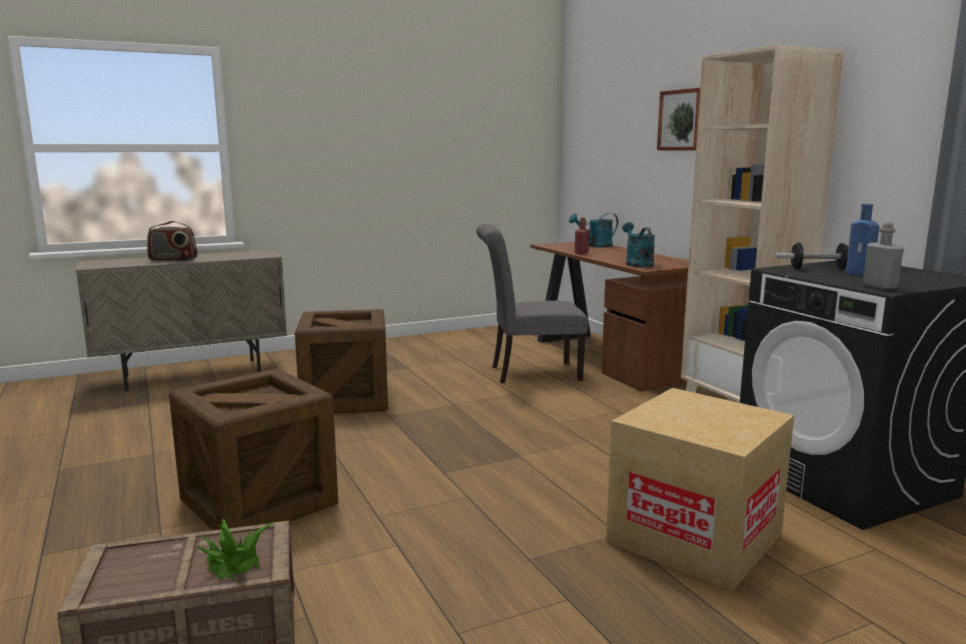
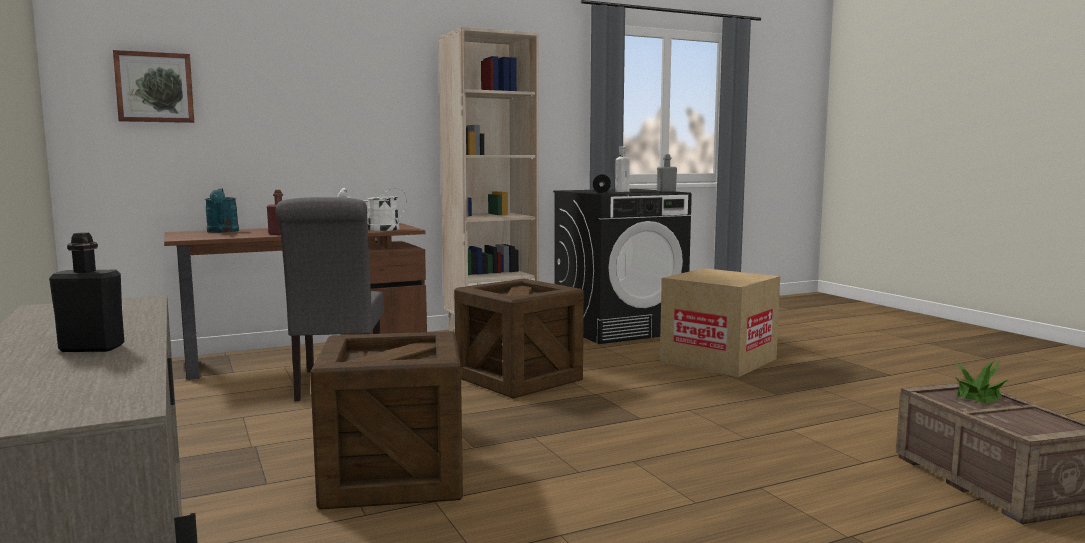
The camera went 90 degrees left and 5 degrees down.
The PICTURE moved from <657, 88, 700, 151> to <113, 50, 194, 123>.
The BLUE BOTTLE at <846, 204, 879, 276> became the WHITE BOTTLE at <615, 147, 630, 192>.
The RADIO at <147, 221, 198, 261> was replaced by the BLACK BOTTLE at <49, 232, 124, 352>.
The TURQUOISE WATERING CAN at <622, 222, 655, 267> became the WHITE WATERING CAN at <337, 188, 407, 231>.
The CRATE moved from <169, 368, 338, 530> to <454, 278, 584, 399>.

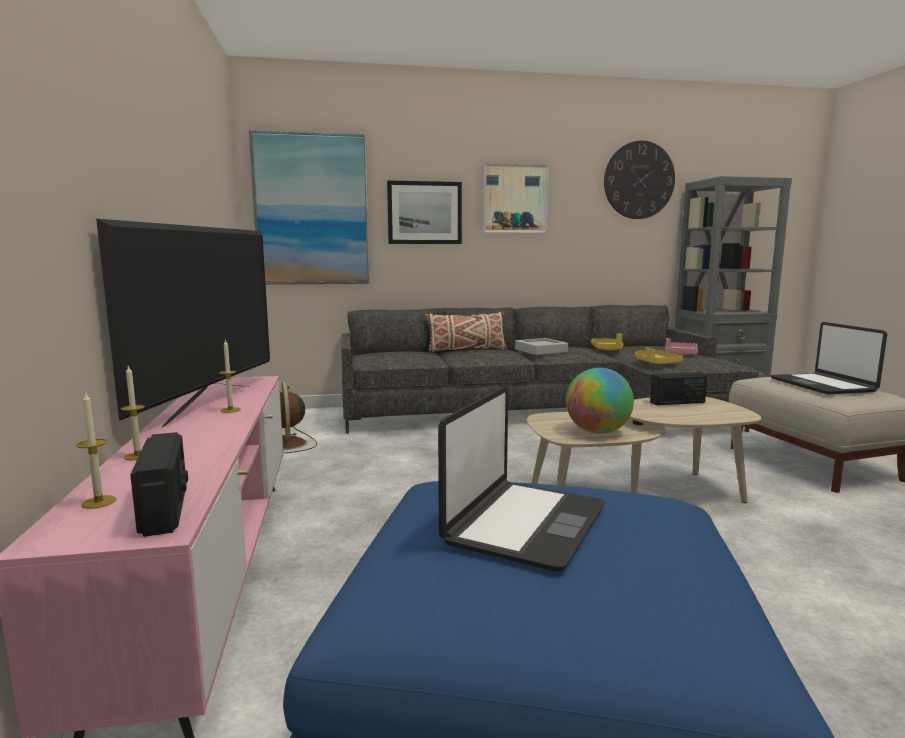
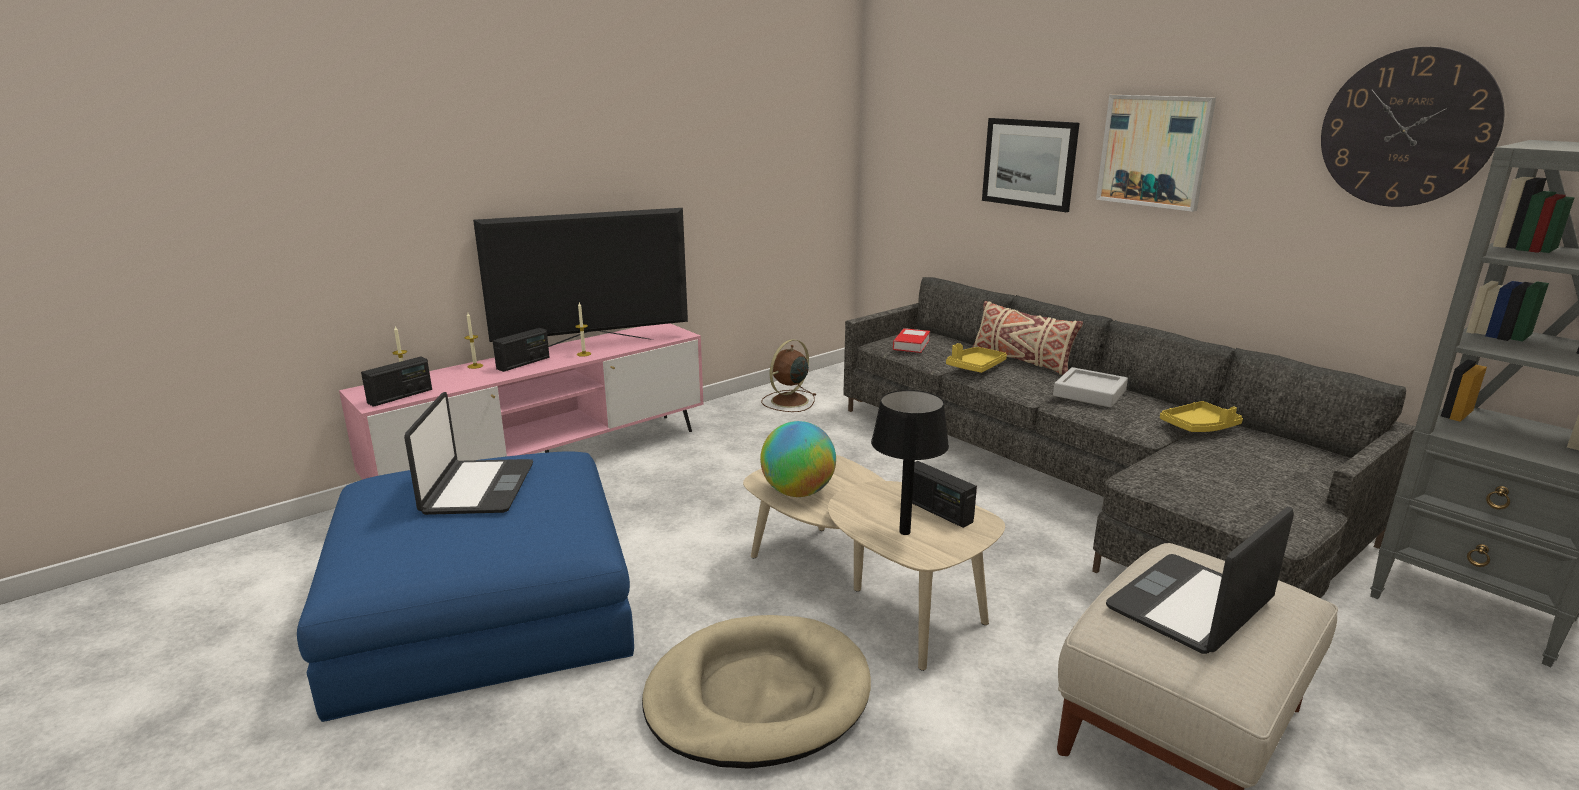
The camera went 60 degrees right and 10 degrees up.
The PICTURE at <249, 130, 370, 285> disappeared.
The PINK TRAY at <665, 338, 698, 355> disappeared.
The YELLOW TRAY moved from <635, 347, 683, 364> to <946, 343, 1007, 373>.
The LAPTOP at <438, 386, 605, 572> turned 90 degrees counterclockwise.
The RADIO at <493, 328, 550, 372> appeared.
The BOOK at <893, 328, 930, 353> appeared.
The BLACK TABLE LAMP at <871, 390, 949, 535> appeared.
The BEIGE DOG BED at <642, 615, 871, 769> appeared.

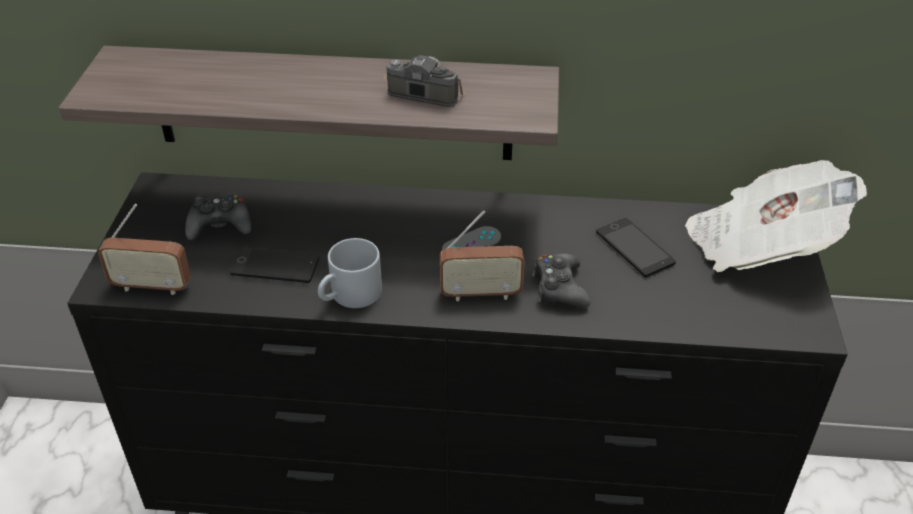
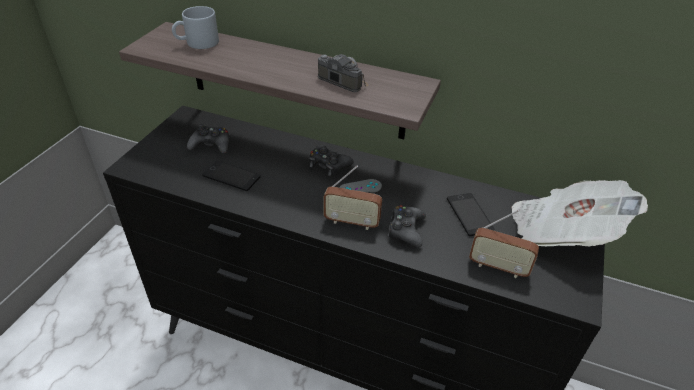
The camera went 15 degrees right and 0 degrees up.
The RADIO moved from <98, 204, 191, 295> to <469, 210, 539, 278>.
The GREY MUG moved from <318, 238, 382, 308> to <172, 6, 219, 49>.
The BLACK GAME CONTROLLER at <309, 145, 354, 176> appeared.

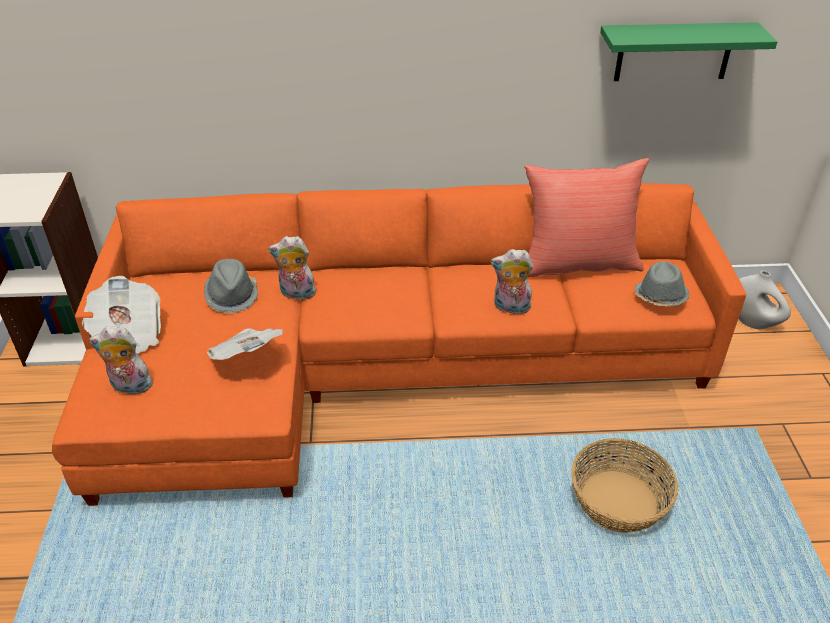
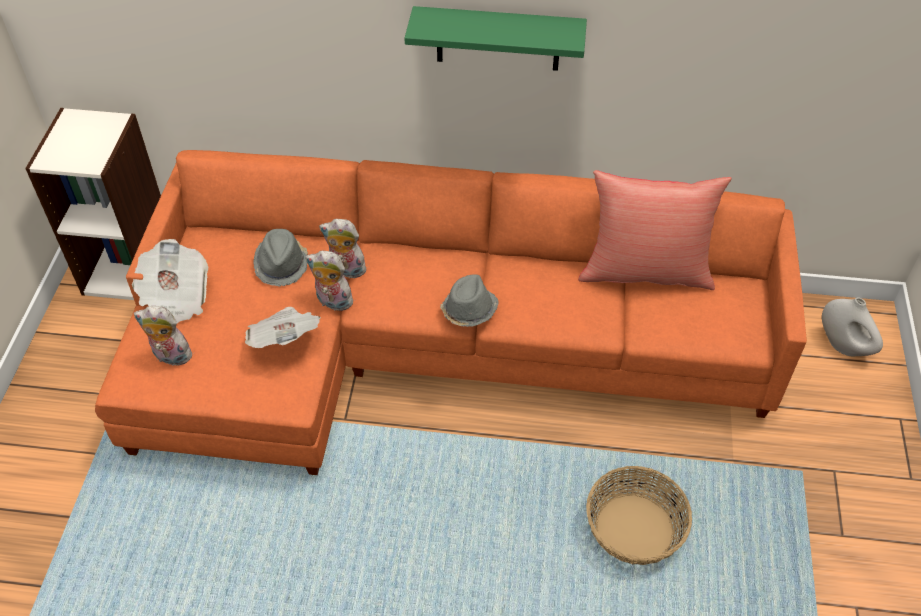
The camera went 10 degrees right and 10 degrees up.
The GREEN SHELF moved from <600, 22, 777, 81> to <404, 6, 587, 71>.
The PLUSH TOY moved from <491, 249, 533, 314> to <305, 251, 353, 313>.
The GREY HAT moved from <635, 261, 689, 306> to <440, 274, 499, 327>.

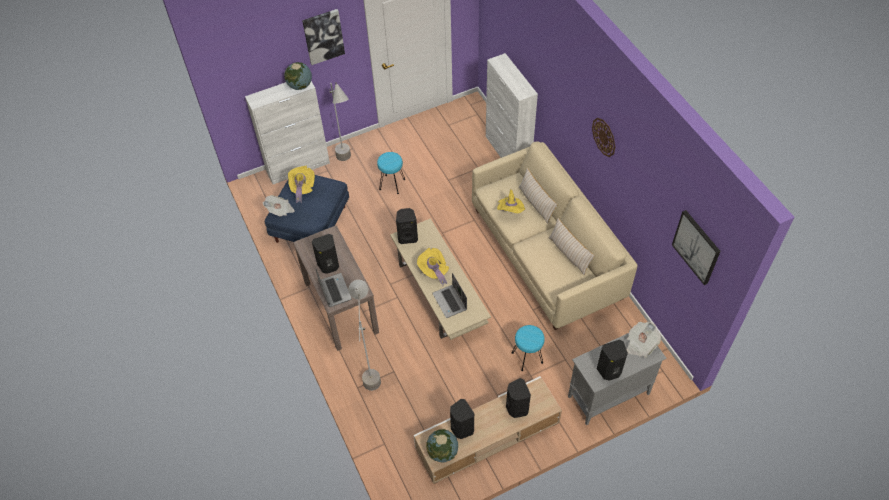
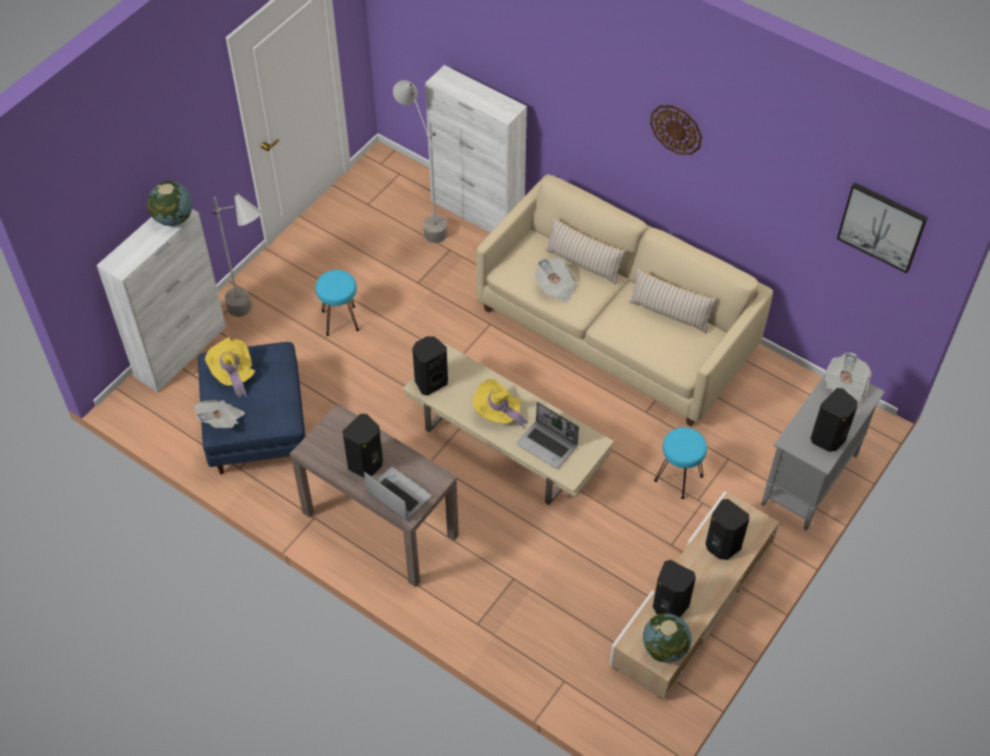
The camera went 30 degrees left and 0 degrees up.
The PICTURE at <302, 9, 345, 65> disappeared.
The YELLOW HAT at <497, 190, 525, 213> was replaced by the NEWSPAPER at <535, 257, 578, 303>.
The GREY FLOOR LAMP moved from <349, 280, 381, 391> to <393, 80, 447, 243>.

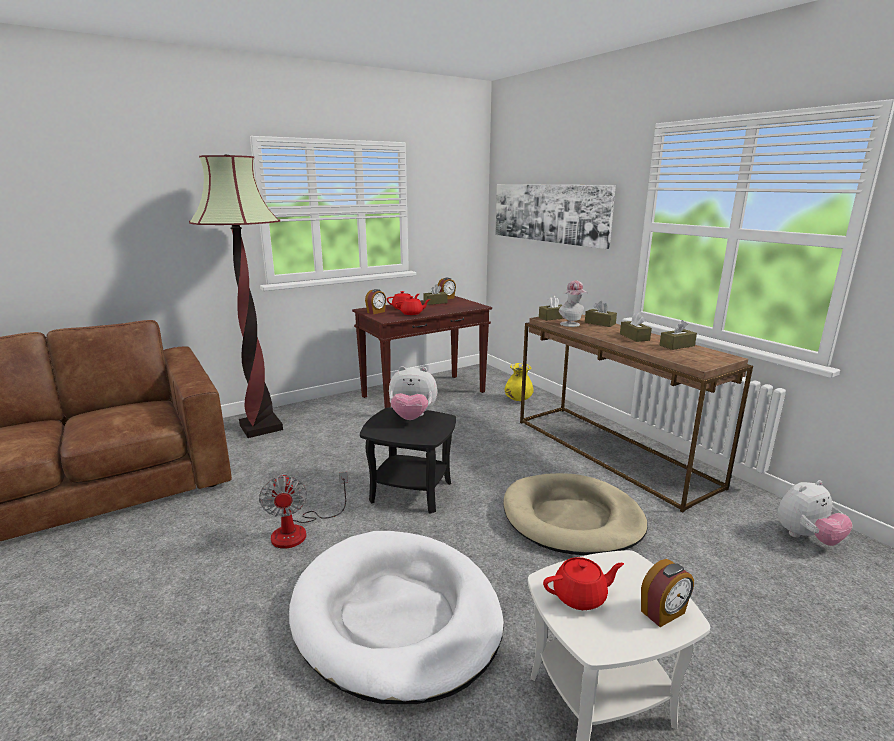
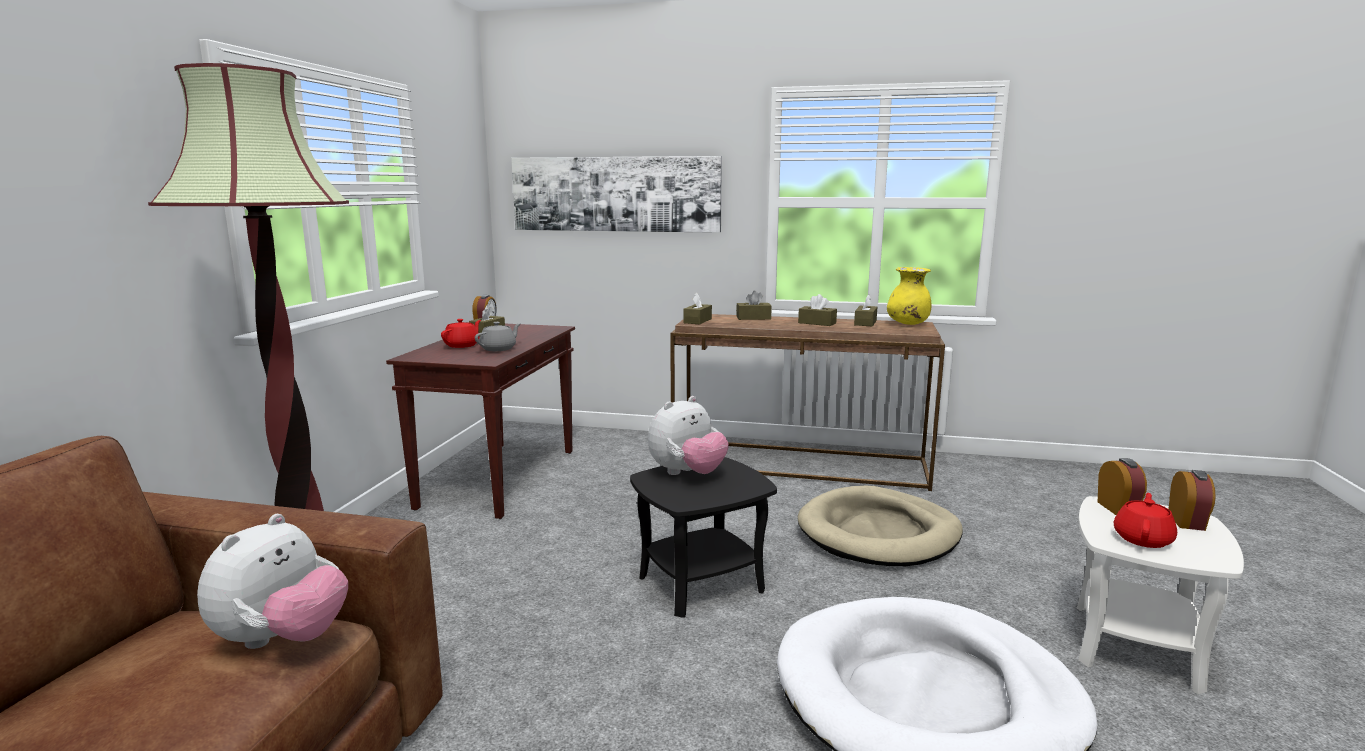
The camera went 45 degrees left and 5 degrees down.
The HAT at <559, 281, 588, 327> disappeared.
The ALARM CLOCK moved from <365, 289, 386, 314> to <1098, 458, 1147, 515>.
The RED TEAPOT at <395, 296, 431, 315> became the GREY TEAPOT at <475, 322, 521, 351>.
The YELLOW VASE moved from <505, 363, 534, 401> to <887, 267, 931, 325>.
The FAN at <259, 472, 348, 549> disappeared.
The PLUSH TOY moved from <777, 480, 852, 546> to <197, 514, 348, 649>.

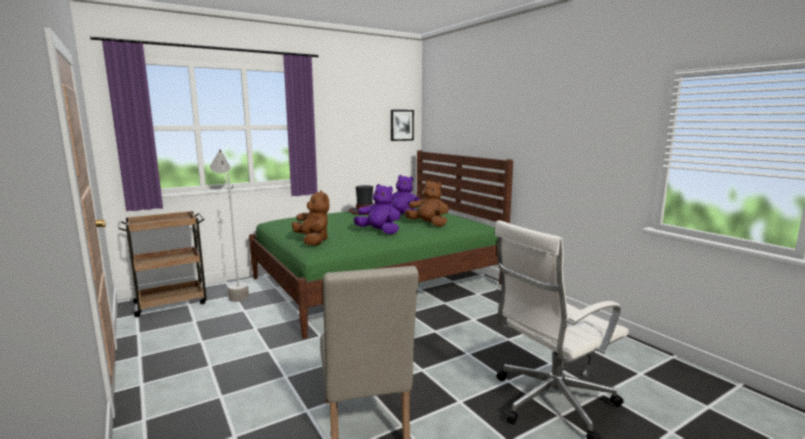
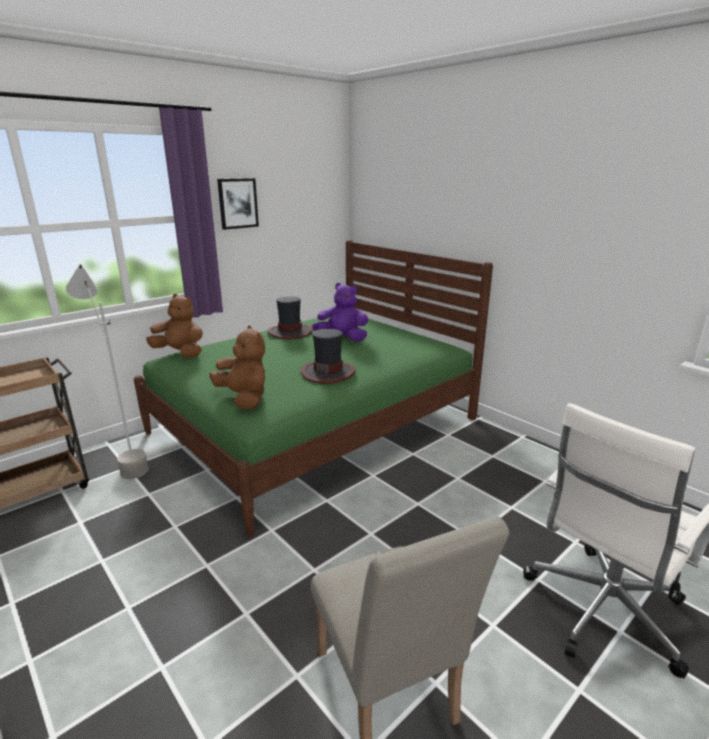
The camera went 10 degrees left and 10 degrees up.
The PICTURE moved from <391, 110, 414, 141> to <217, 178, 259, 230>.
The BROWN PLUSH TOY moved from <405, 180, 449, 227> to <146, 294, 203, 358>.
The PURPLE PLUSH TOY at <354, 184, 401, 234> was replaced by the HAT at <301, 329, 356, 384>.

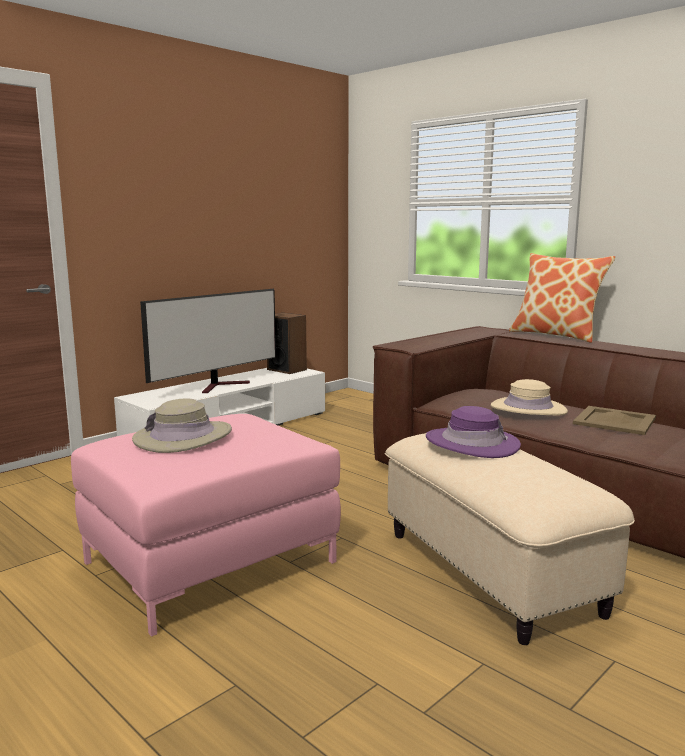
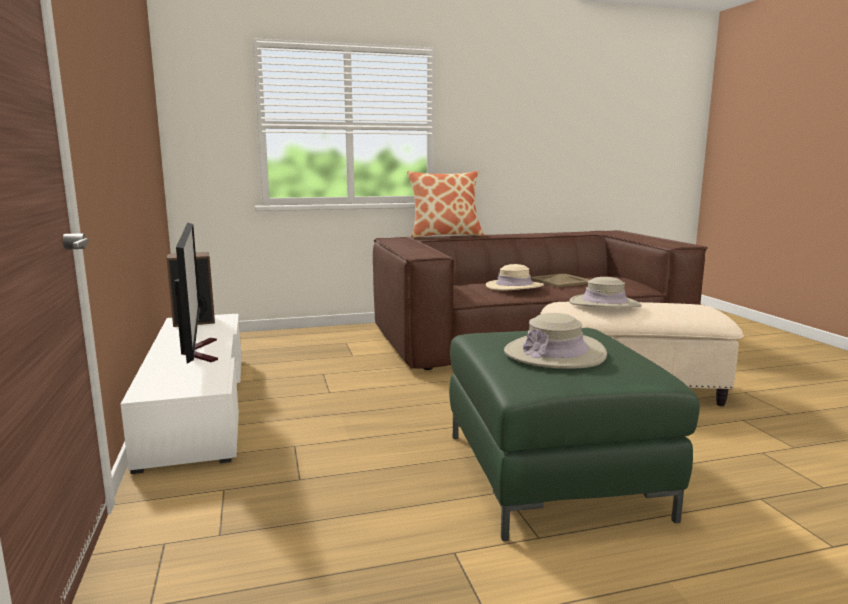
The camera went 60 degrees left and 0 degrees up.
The PURPLE HAT at <426, 406, 521, 458> became the BEIGE HAT at <569, 277, 642, 308>.
The PINK OTTOMAN at <71, 414, 341, 637> became the GREEN OTTOMAN at <449, 328, 700, 541>.

